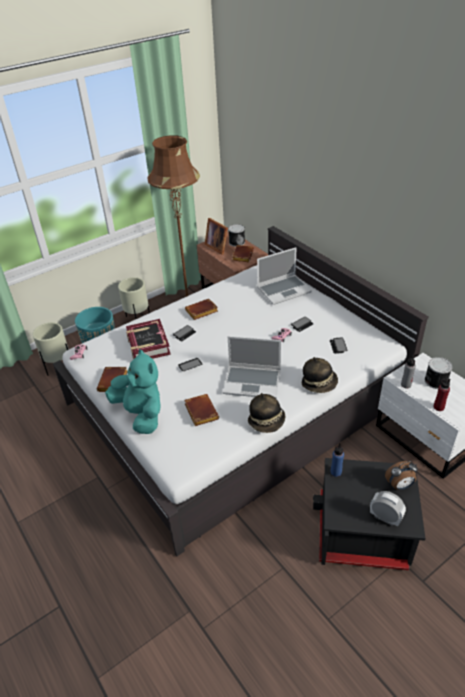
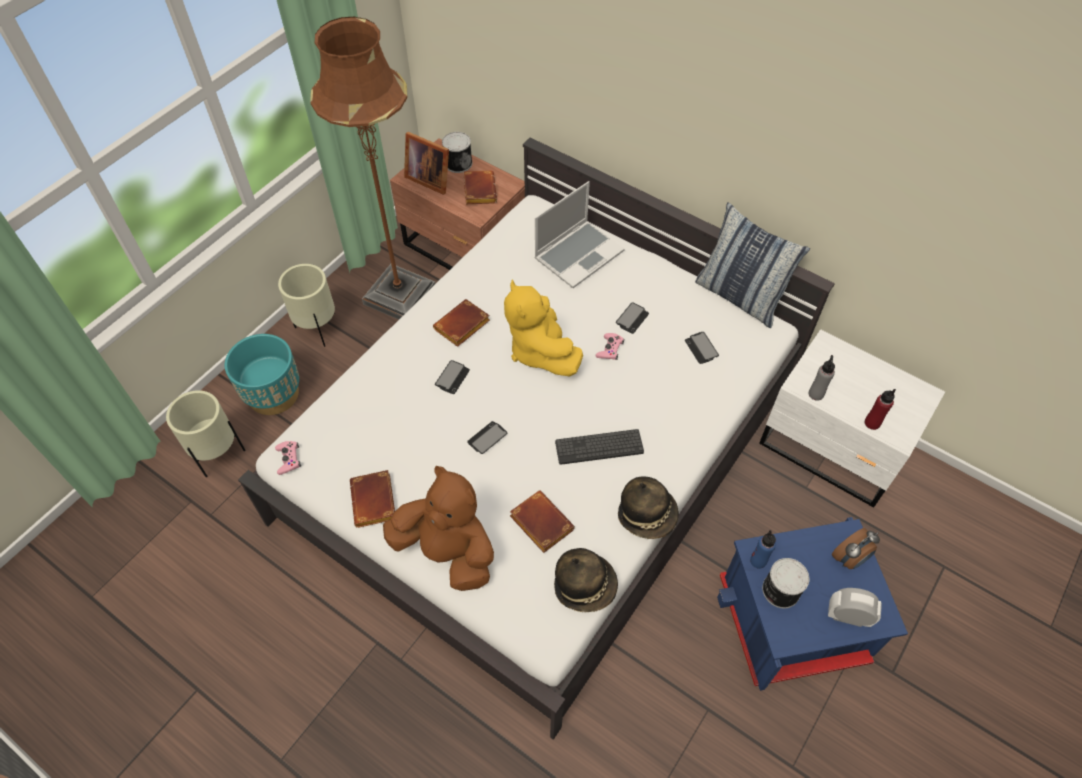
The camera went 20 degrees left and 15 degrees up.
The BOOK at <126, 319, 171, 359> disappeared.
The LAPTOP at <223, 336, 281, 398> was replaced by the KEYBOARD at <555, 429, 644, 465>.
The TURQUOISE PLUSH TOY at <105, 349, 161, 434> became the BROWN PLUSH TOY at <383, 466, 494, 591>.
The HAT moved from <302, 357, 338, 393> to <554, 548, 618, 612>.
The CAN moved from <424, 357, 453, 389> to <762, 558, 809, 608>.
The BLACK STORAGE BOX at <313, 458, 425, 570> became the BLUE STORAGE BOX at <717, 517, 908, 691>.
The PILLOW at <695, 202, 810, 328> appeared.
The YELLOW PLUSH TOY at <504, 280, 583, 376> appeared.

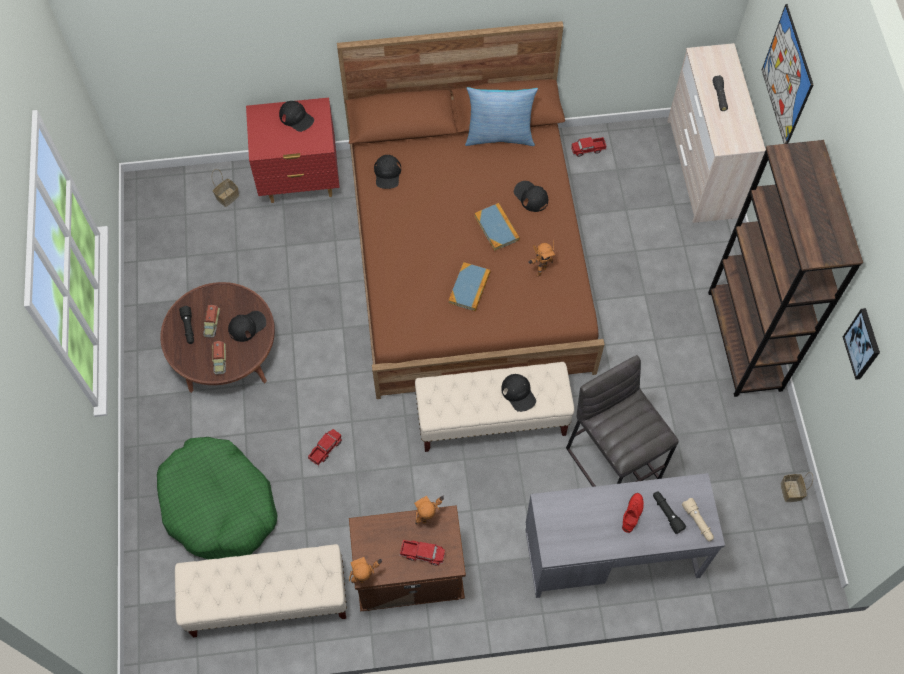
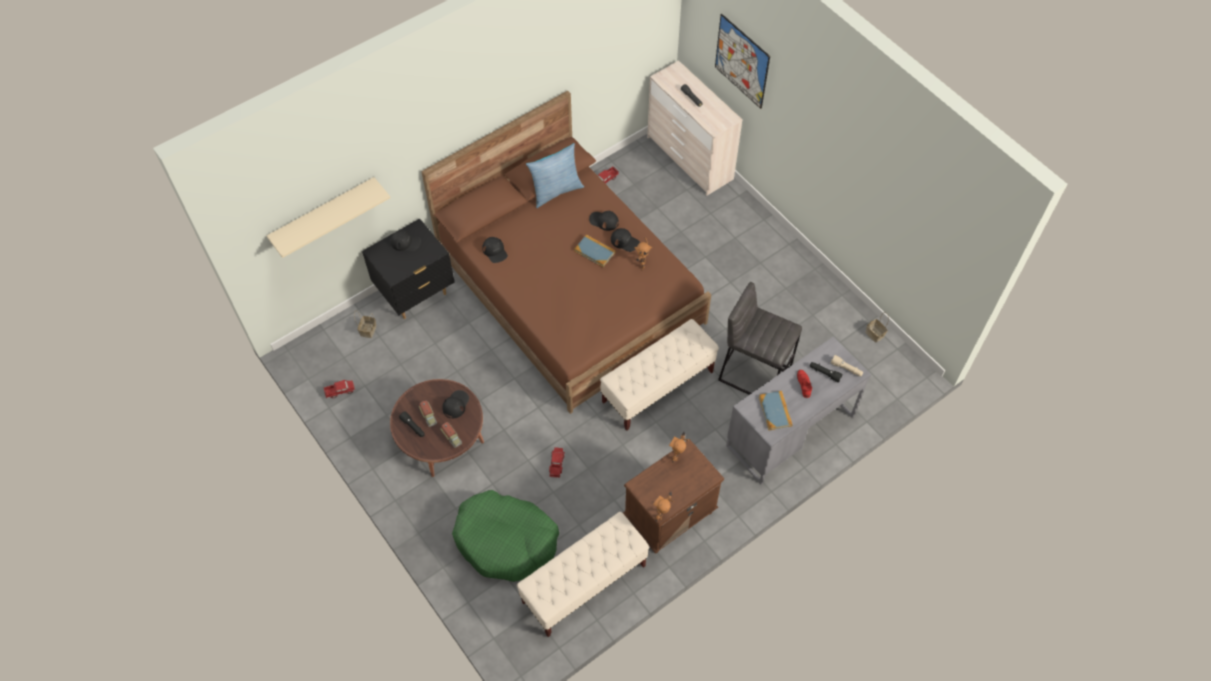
The camera went 30 degrees left and 5 degrees down.
The RED NIGHTSTAND at <246, 98, 340, 203> became the BLACK NIGHTSTAND at <362, 218, 455, 319>.
The BROWN BOOKCASE at <708, 140, 863, 397> disappeared.
The BOOK moved from <448, 262, 490, 311> to <759, 391, 792, 430>.
The PICTURE at <843, 308, 880, 380> disappeared.
The BLACK CAP moved from <501, 374, 536, 412> to <611, 228, 640, 252>.
The TOY TRUCK moved from <400, 540, 446, 565> to <324, 380, 355, 398>.
The BEIGE SHELF at <267, 177, 390, 258> appeared.

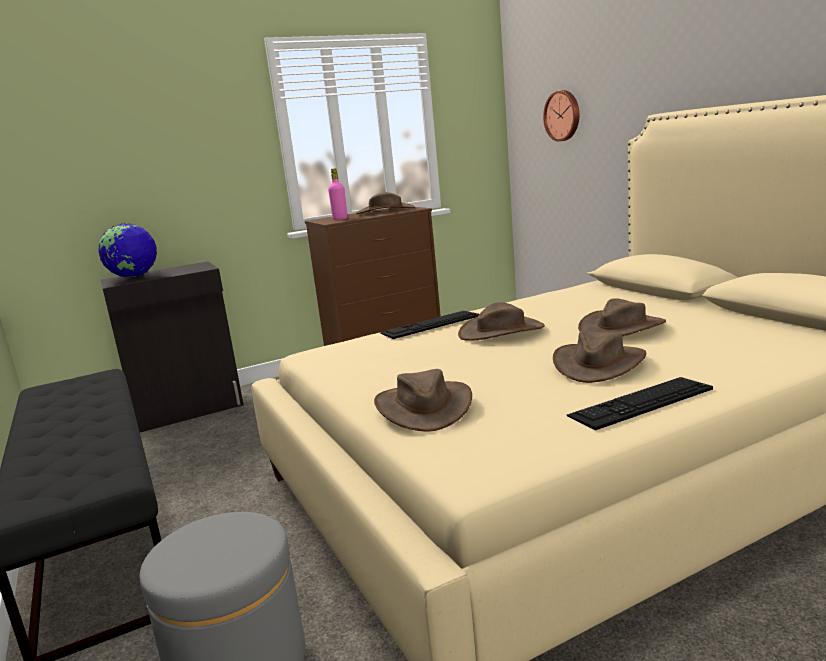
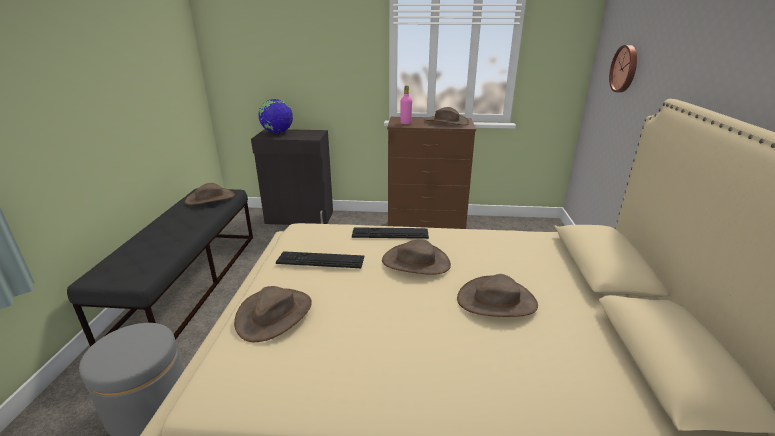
The camera went 30 degrees right and 10 degrees up.
The BROWN HAT moved from <553, 331, 646, 383> to <185, 183, 235, 205>.
The KEYBOARD moved from <567, 377, 713, 431> to <276, 251, 365, 268>.

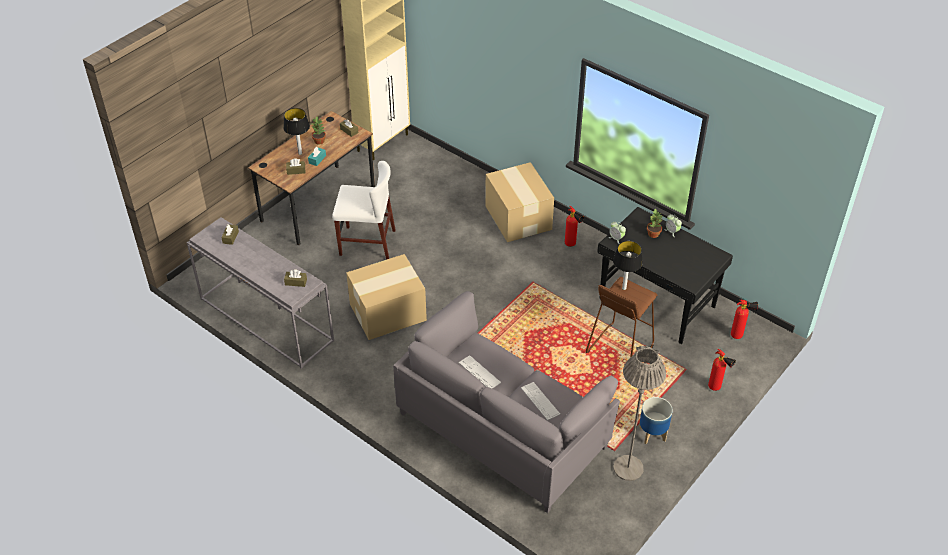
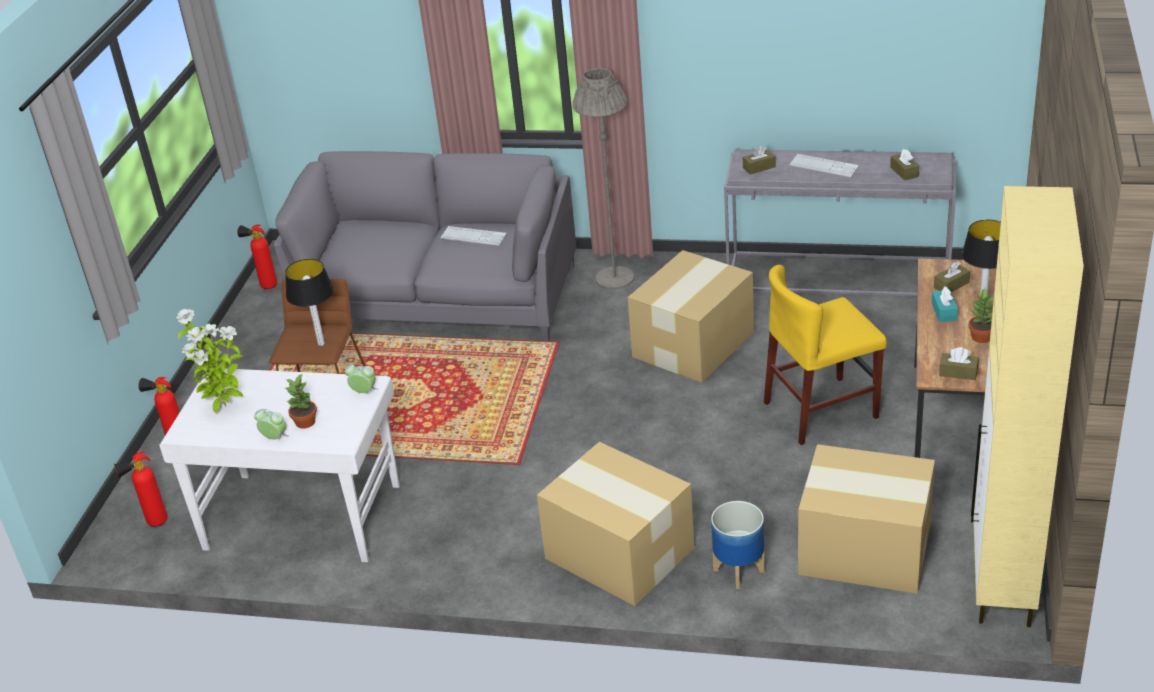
The camera went 155 degrees right and 10 degrees down.
The WHITE CHAIR at <332, 161, 395, 260> became the YELLOW CHAIR at <764, 265, 887, 445>.
The FIRE EXTINGUISHER moved from <565, 206, 584, 247> to <237, 224, 277, 289>.
The BLACK DESK at <597, 207, 733, 344> became the WHITE DESK at <159, 368, 400, 562>.
The GREY FLOOR LAMP moved from <613, 346, 666, 481> to <573, 68, 634, 290>.
The KEYBOARD moved from <521, 382, 560, 420> to <790, 154, 859, 177>.
The PLANTER moved from <639, 397, 673, 444> to <711, 501, 765, 589>.
The POTTED PLANT at <176, 309, 243, 413> appeared.
The CARDBOARD BOX at <798, 444, 935, 594> appeared.

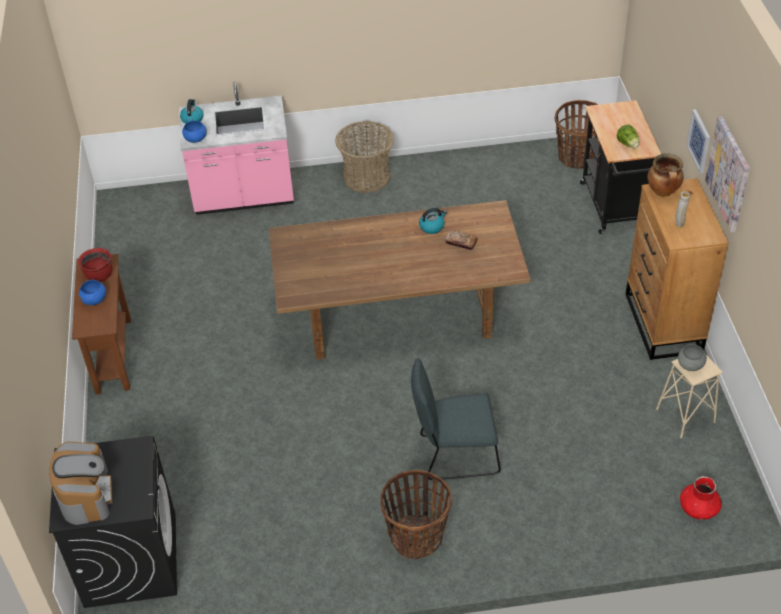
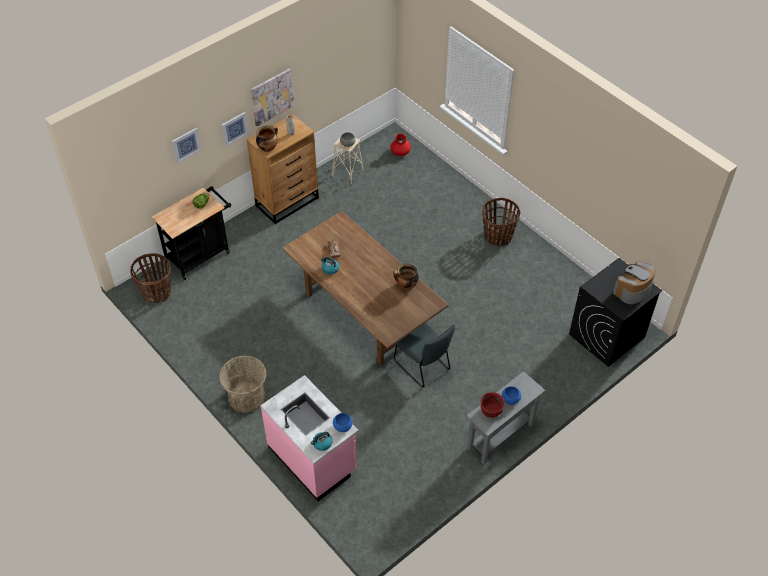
The camera went 125 degrees left and 5 degrees up.
The BROWN CONSOLE TABLE at <72, 254, 131, 394> became the GREY CONSOLE TABLE at <466, 371, 545, 465>.
The GREY CHAIR moved from <411, 358, 501, 480> to <394, 323, 455, 387>.
The PICTURE at <172, 128, 201, 163> appeared.
The COOKING POT at <393, 263, 419, 290> appeared.

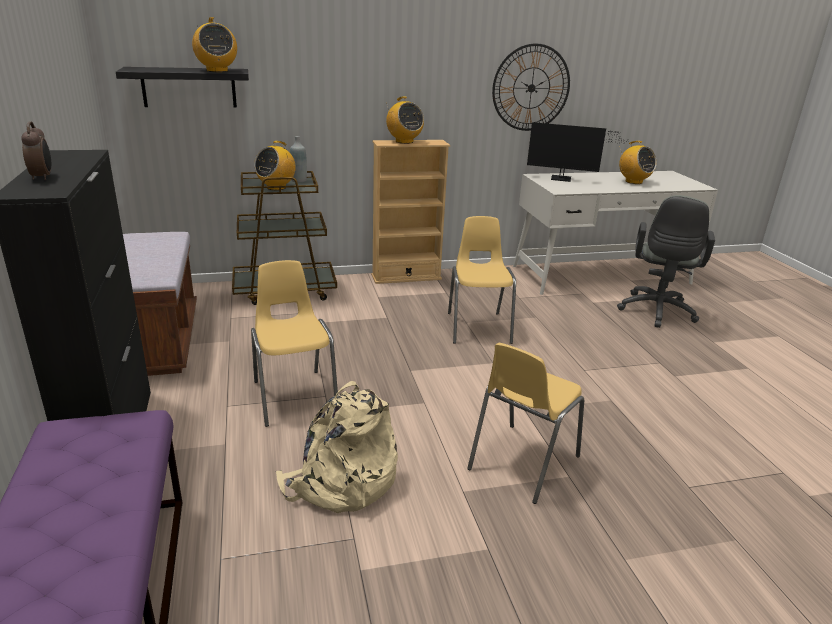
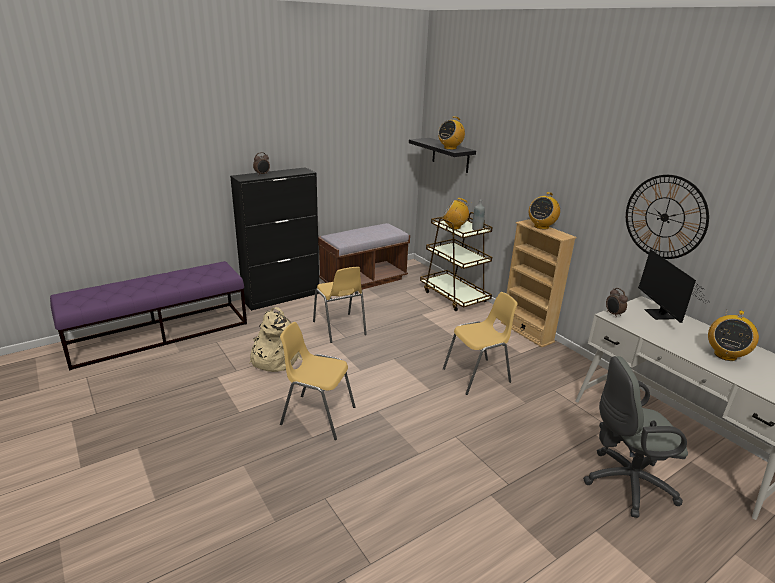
The camera went 70 degrees right and 0 degrees up.
The YELLOW CHAIR at <251, 260, 338, 427> turned 105 degrees clockwise.
The ALARM CLOCK at <606, 288, 628, 318> appeared.

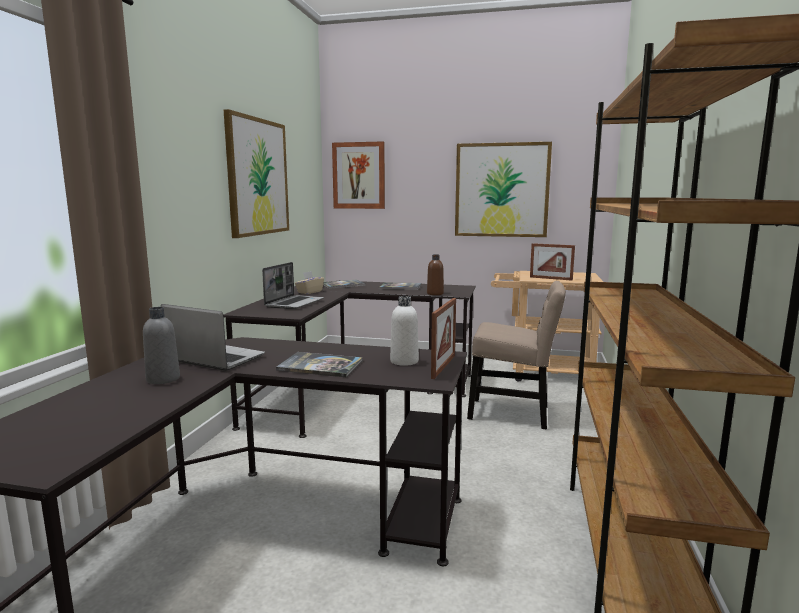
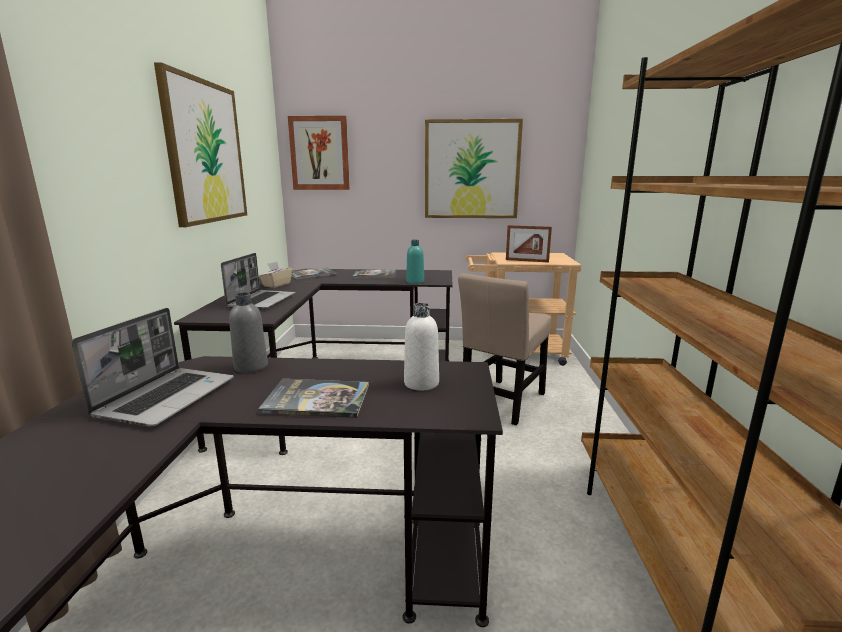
The camera went 10 degrees left and 5 degrees up.
The BROWN BOTTLE at <427, 254, 444, 295> became the TURQUOISE BOTTLE at <406, 240, 424, 284>.
The BEIGE CHAIR at <467, 281, 566, 430> turned 120 degrees clockwise.
The PICTURE FRAME at <431, 298, 456, 379> disappeared.
The LAPTOP at <161, 304, 265, 371> turned 90 degrees clockwise.
The GREY BOTTLE moved from <143, 307, 180, 384> to <229, 293, 268, 373>.

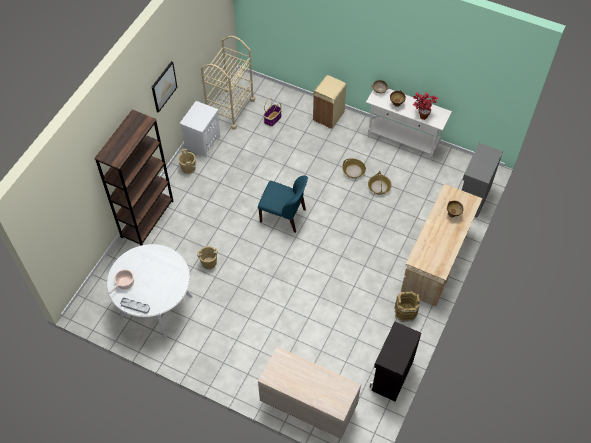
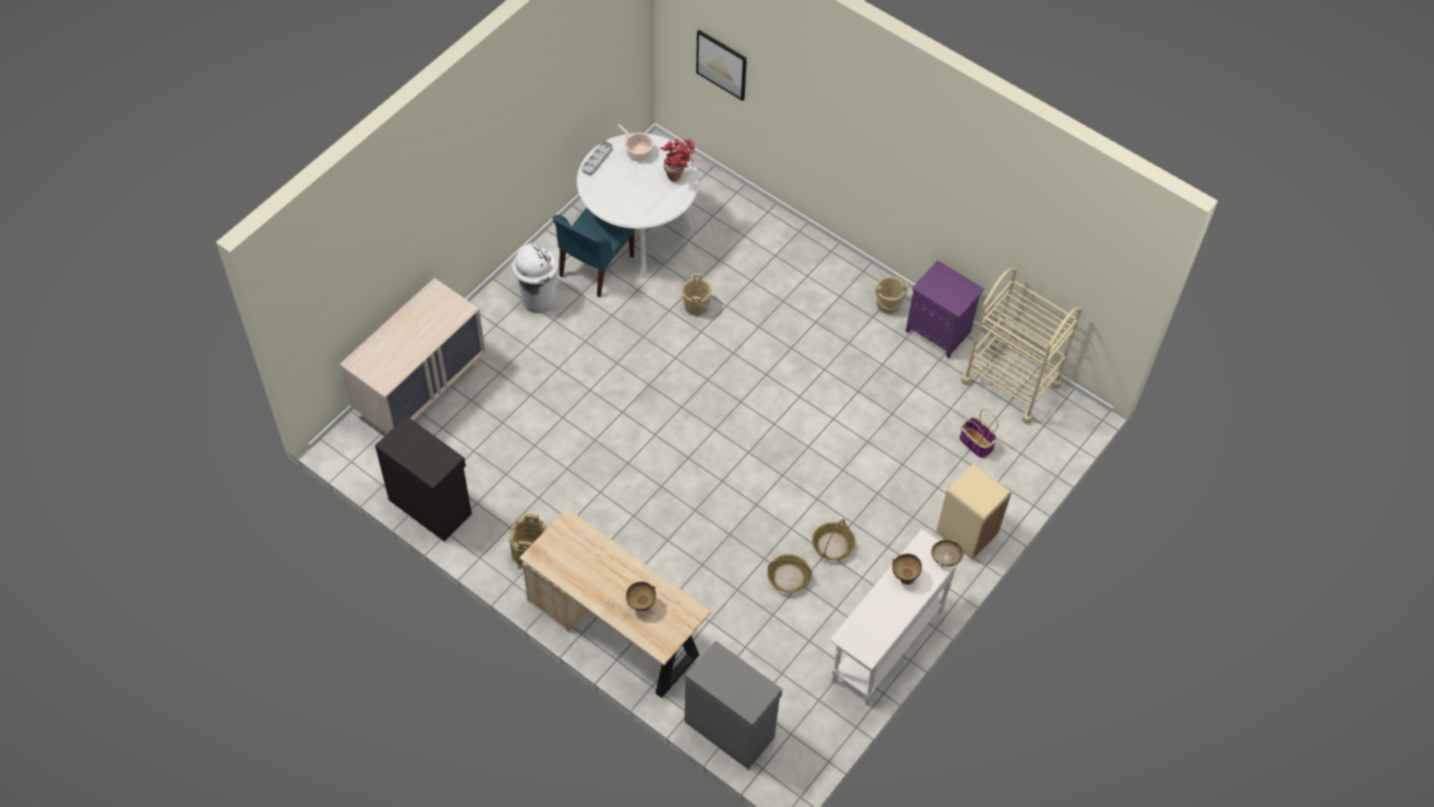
The camera went 100 degrees right and 0 degrees up.
The PICTURE moved from <152, 61, 177, 113> to <696, 30, 747, 101>.
The POTTED PLANT moved from <413, 92, 439, 120> to <660, 138, 695, 182>.
The WHITE NIGHTSTAND at <180, 101, 220, 158> became the PURPLE NIGHTSTAND at <906, 260, 984, 358>.
The BROWN BOOKCASE at <94, 109, 174, 246> disappeared.
The BLUE CHAIR moved from <258, 175, 308, 233> to <553, 207, 635, 297>.
The WHITE TRASH CAN at <512, 243, 559, 313> appeared.

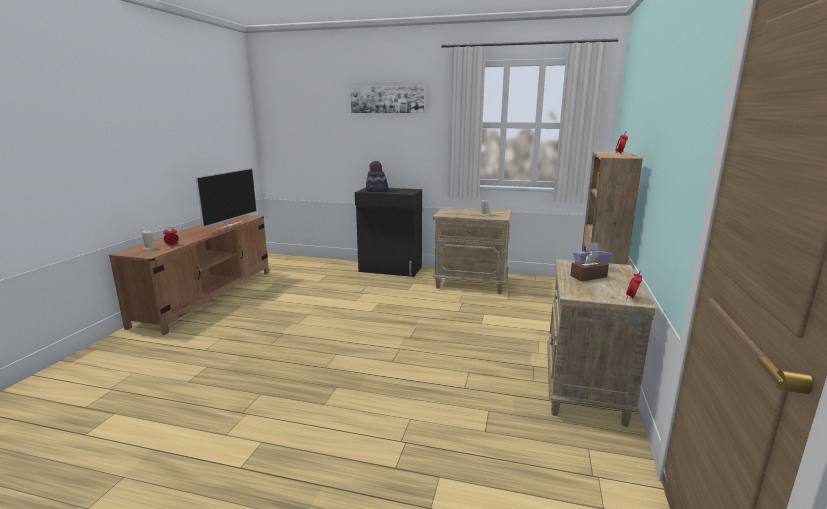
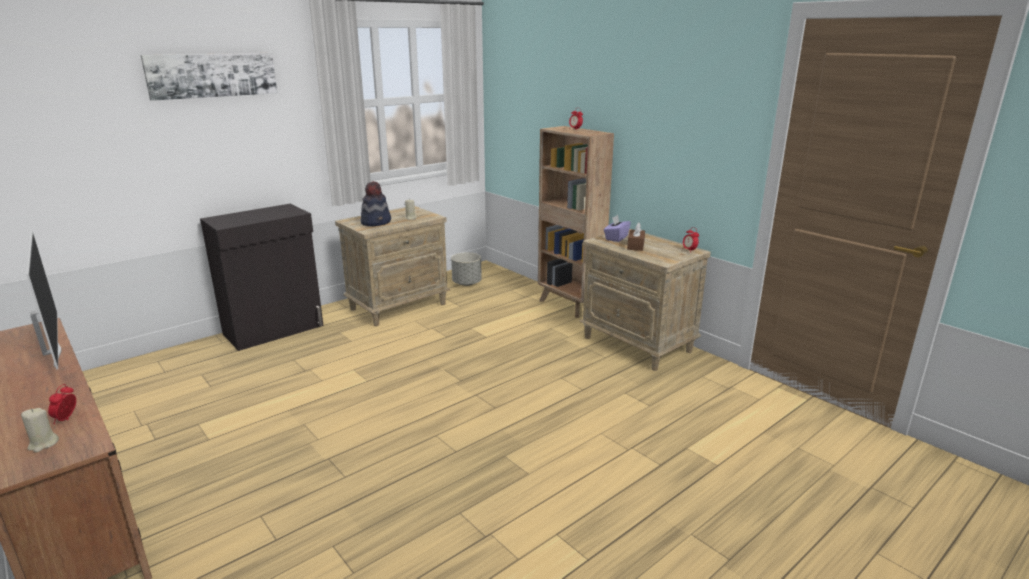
The camera went 55 degrees left and 5 degrees up.
The HAT moved from <366, 161, 389, 192> to <361, 181, 391, 226>.
The GREY PLANTER at <451, 252, 482, 286> appeared.

